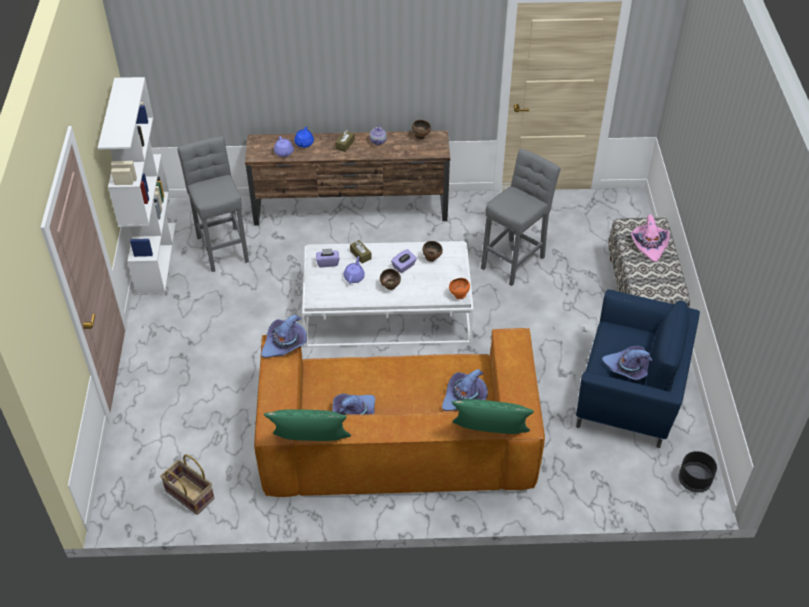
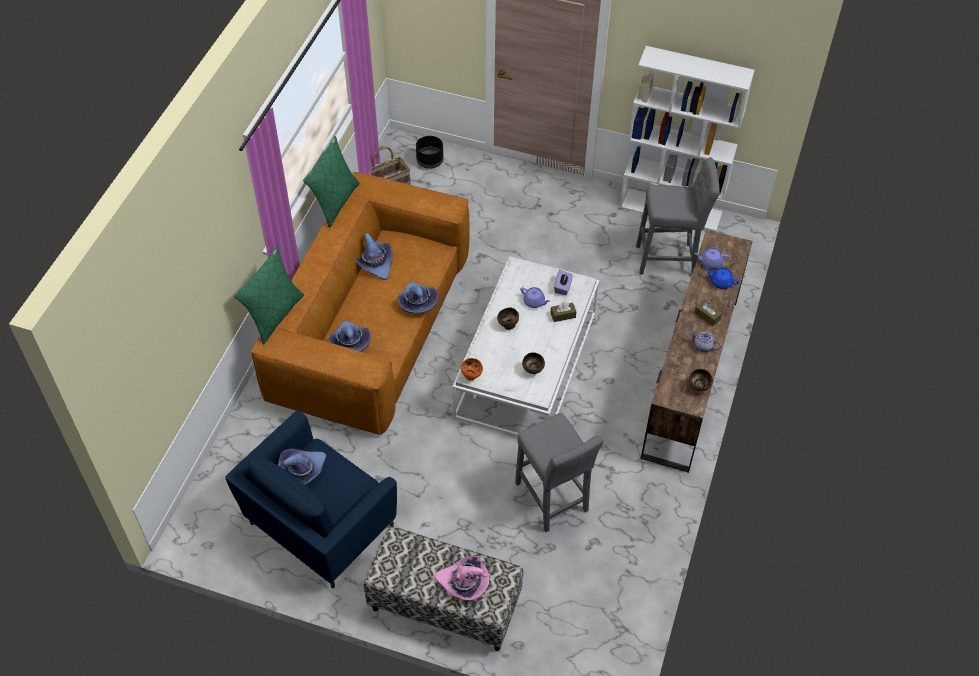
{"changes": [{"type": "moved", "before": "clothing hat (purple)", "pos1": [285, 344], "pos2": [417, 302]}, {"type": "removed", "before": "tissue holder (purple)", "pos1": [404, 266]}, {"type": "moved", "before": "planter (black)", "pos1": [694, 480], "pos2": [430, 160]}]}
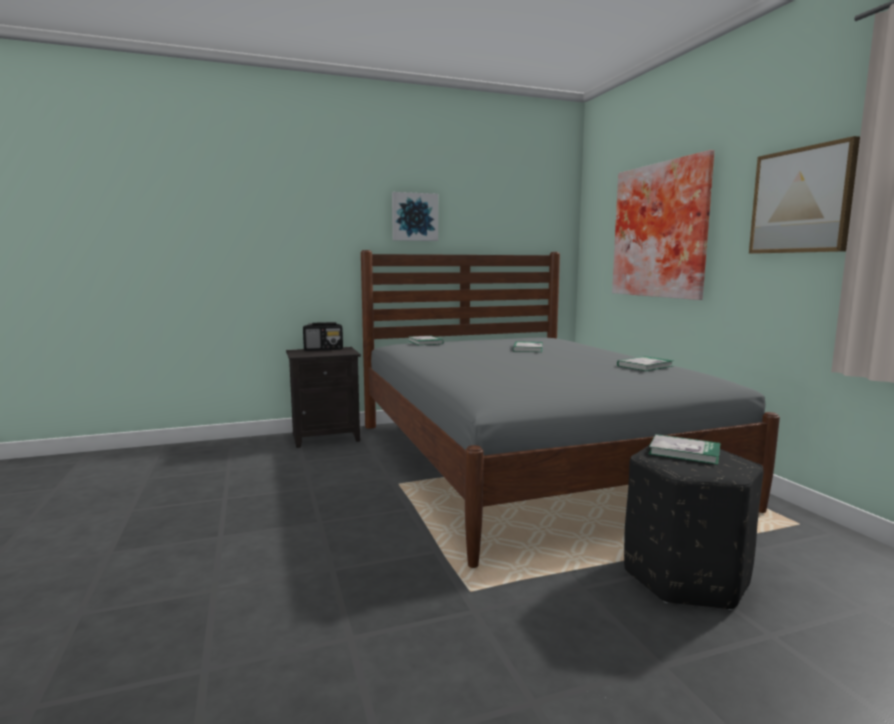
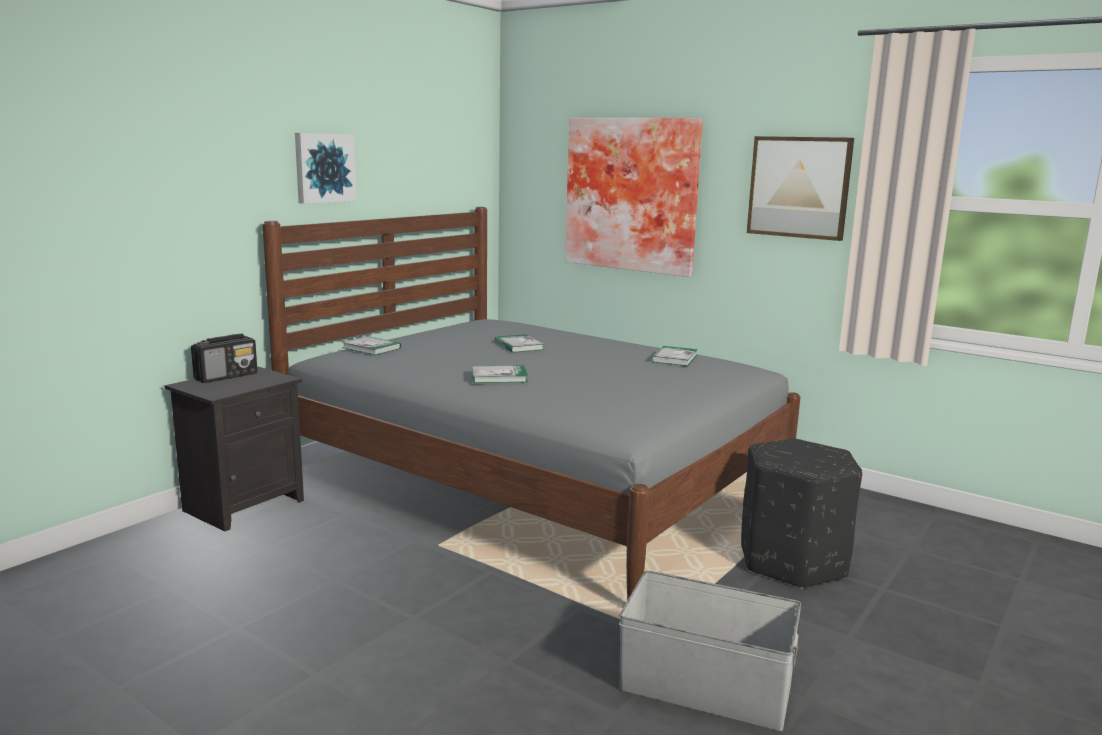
{"changes": [{"type": "moved", "before": "volume", "pos1": [684, 452], "pos2": [499, 377]}, {"type": "added", "after": "storage bin (greyish)", "pos2": [706, 688]}]}
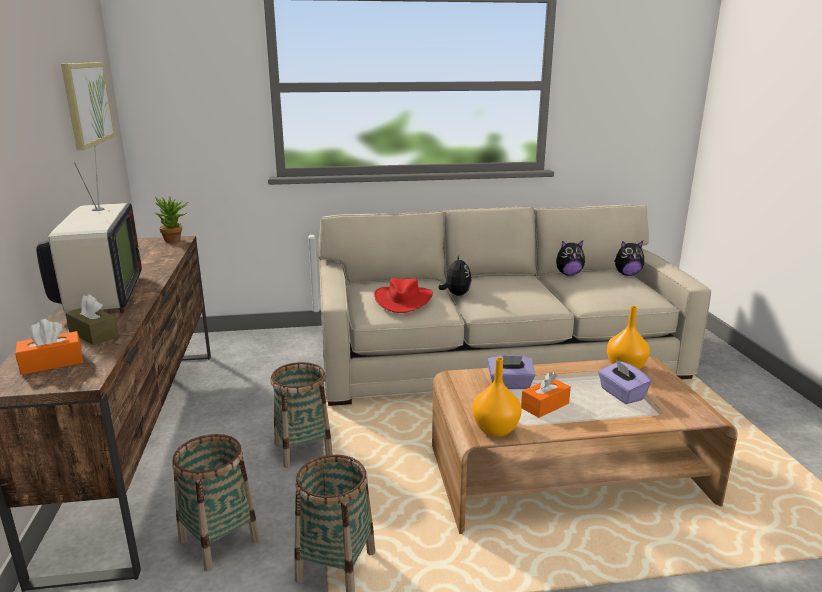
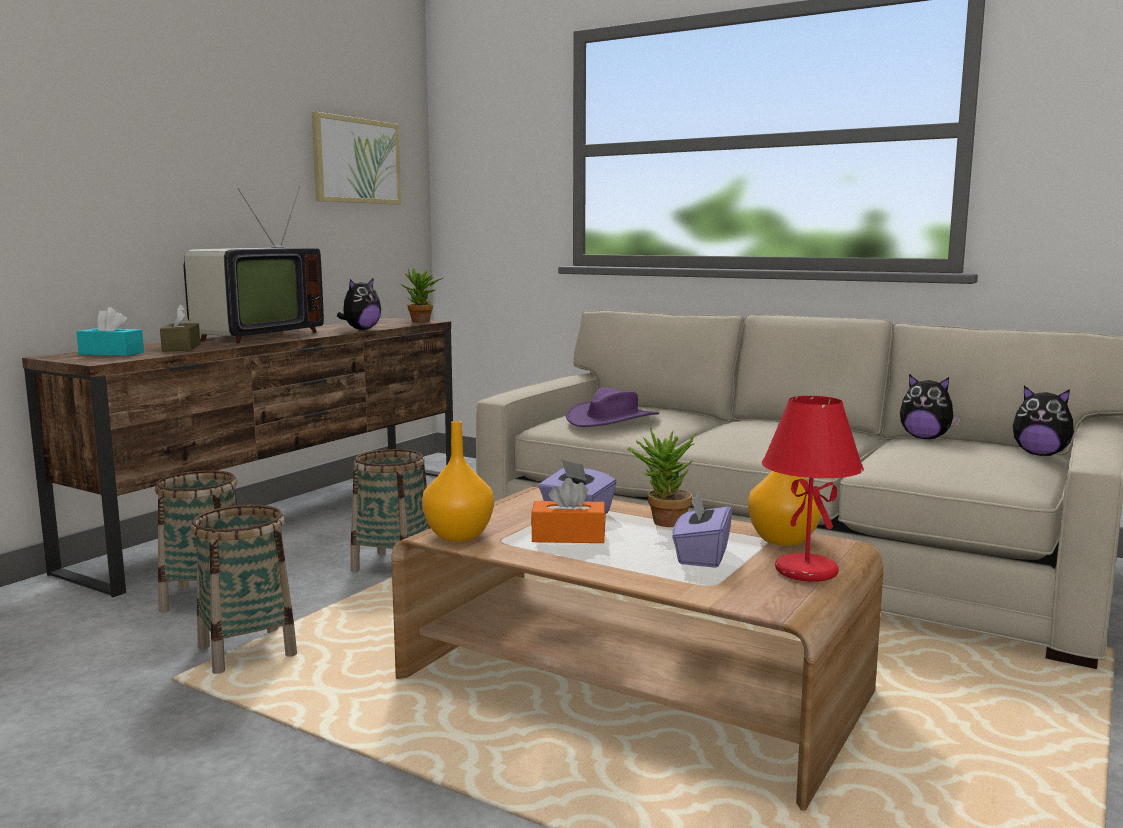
{"changes": [{"type": "recoloured", "before": "tissue holder (orange)", "after": "tissue holder (turquoise)", "pos1": [52, 363], "pos2": [111, 353]}, {"type": "recoloured", "before": "clothing hat (red)", "after": "clothing hat (purple)", "pos1": [403, 300], "pos2": [612, 419]}, {"type": "moved", "before": "cuddly toy", "pos1": [456, 294], "pos2": [361, 329]}, {"type": "added", "after": "houseplant", "pos2": [662, 523]}, {"type": "added", "after": "tabletop lamp (red)", "pos2": [805, 572]}]}
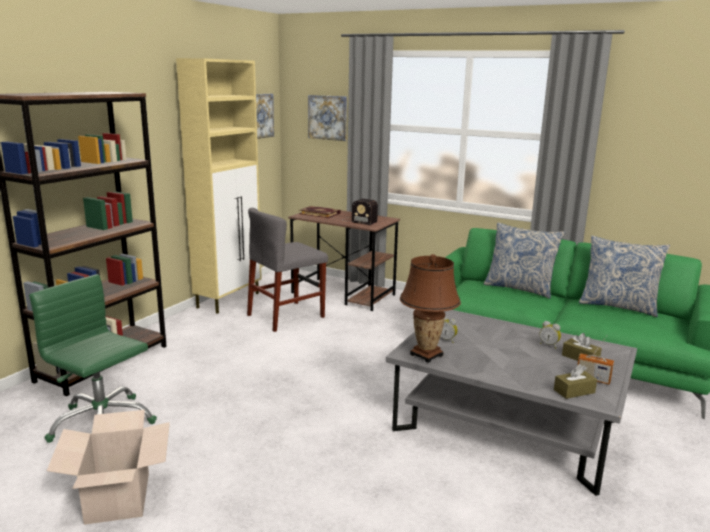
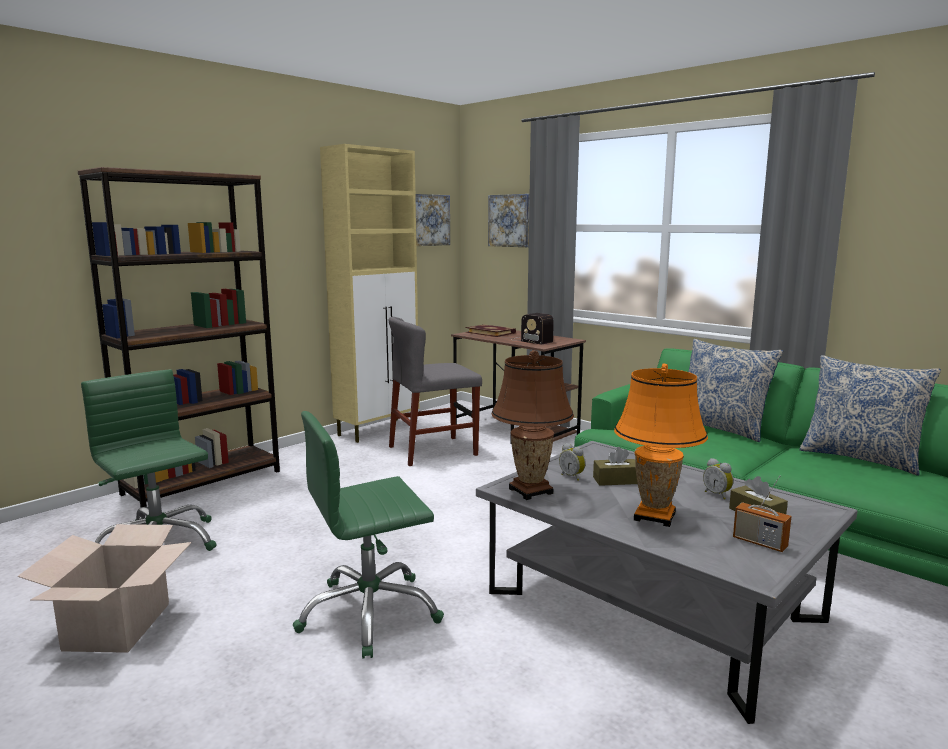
{"changes": [{"type": "moved", "before": "tissue holder (brown)", "pos1": [574, 391], "pos2": [616, 480]}, {"type": "added", "after": "computer chair (green-coloured)", "pos2": [369, 613]}, {"type": "added", "after": "tabletop lamp (orange)", "pos2": [654, 516]}]}
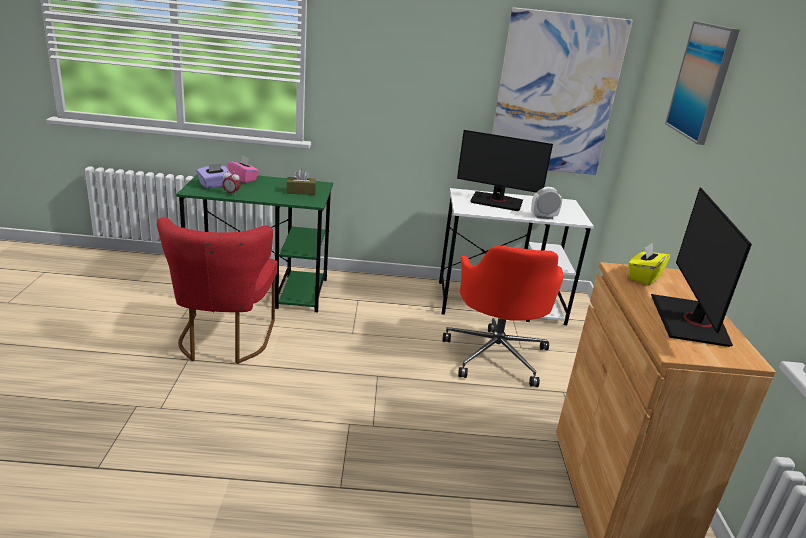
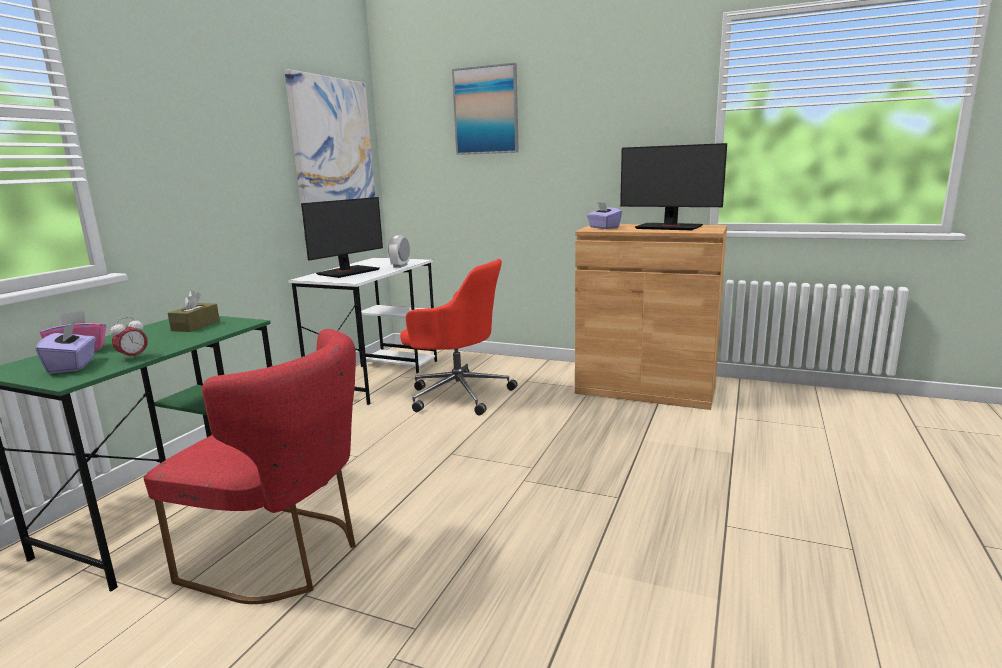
{"changes": [{"type": "recoloured", "before": "tissue holder (yellow-coloured)", "after": "tissue holder (purple)", "pos1": [644, 277], "pos2": [603, 227]}]}
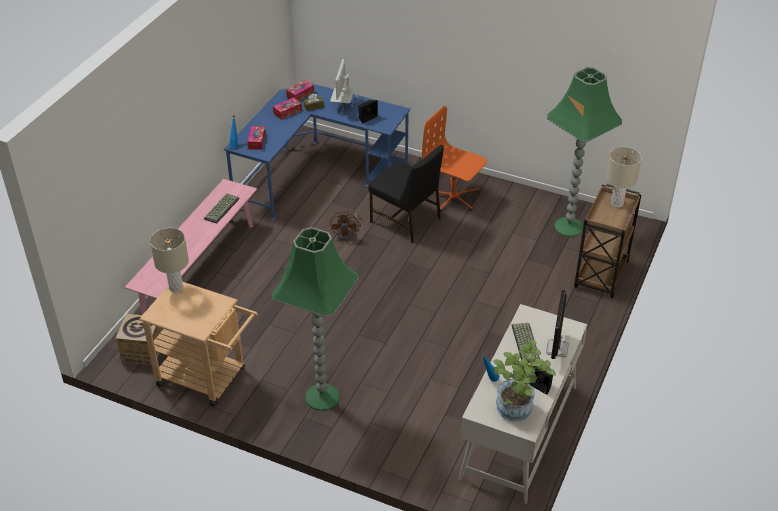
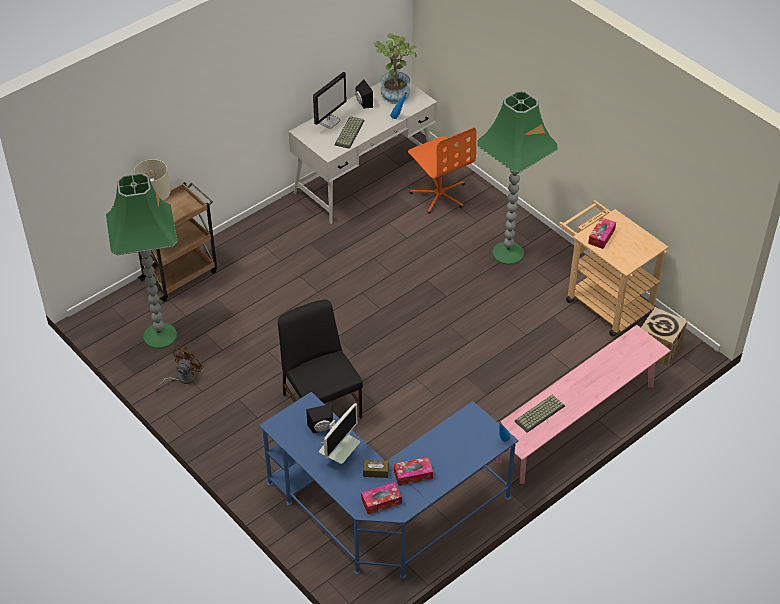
{"changes": [{"type": "removed", "before": "tabletop lamp (beige)", "pos1": [176, 288]}, {"type": "moved", "before": "tissue holder", "pos1": [257, 141], "pos2": [601, 236]}, {"type": "moved", "before": "electric fan (brown)", "pos1": [348, 234], "pos2": [182, 378]}, {"type": "moved", "before": "computer chair (orange)", "pos1": [453, 198], "pos2": [439, 194]}]}
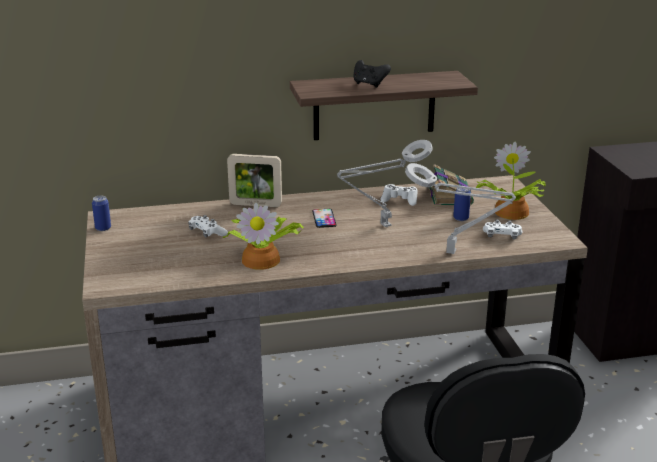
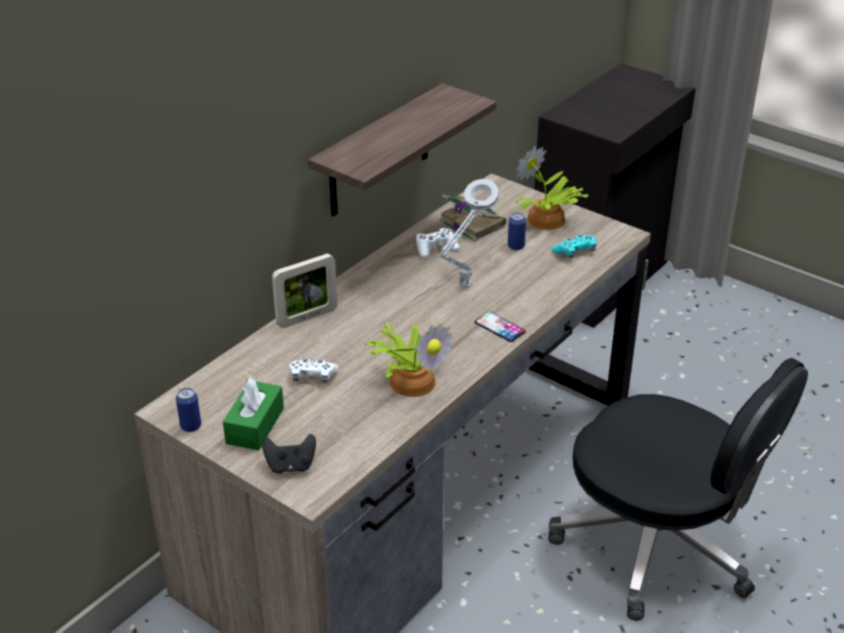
{"changes": [{"type": "moved", "before": "telephone", "pos1": [324, 218], "pos2": [499, 327]}, {"type": "moved", "before": "game controller (black)", "pos1": [369, 84], "pos2": [290, 466]}, {"type": "removed", "before": "tabletop lamp (greyish)", "pos1": [454, 253]}, {"type": "recoloured", "before": "game controller (white-coloured)", "after": "game controller (turquoise)", "pos1": [502, 236], "pos2": [575, 252]}, {"type": "added", "after": "tissue holder (green-coloured)", "pos2": [255, 426]}]}
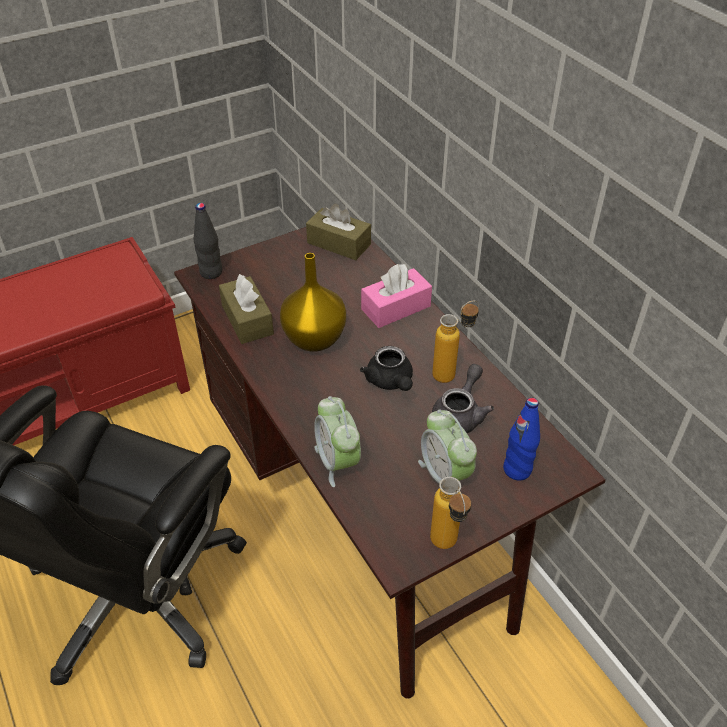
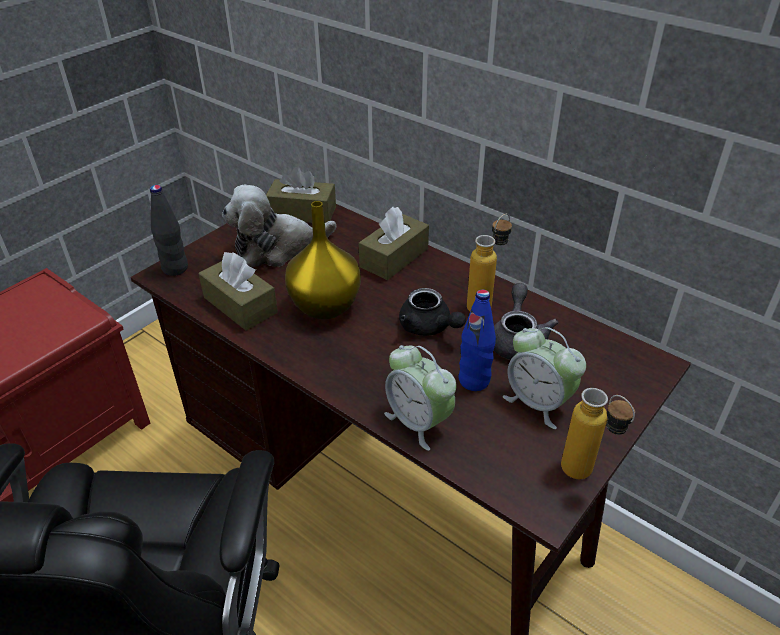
{"changes": [{"type": "recoloured", "before": "tissue holder (pink)", "after": "tissue holder (brown)", "pos1": [396, 308], "pos2": [394, 258]}, {"type": "moved", "before": "bottle (blue-coloured)", "pos1": [517, 470], "pos2": [474, 381]}, {"type": "added", "after": "cuddly toy", "pos2": [277, 248]}]}
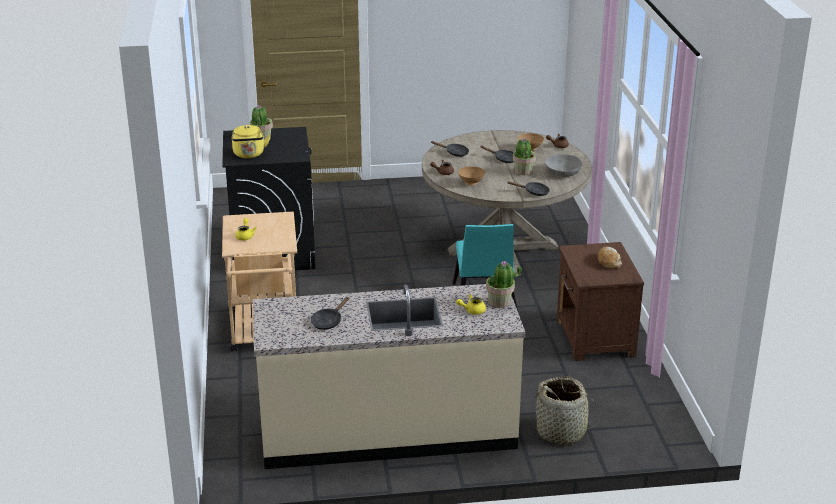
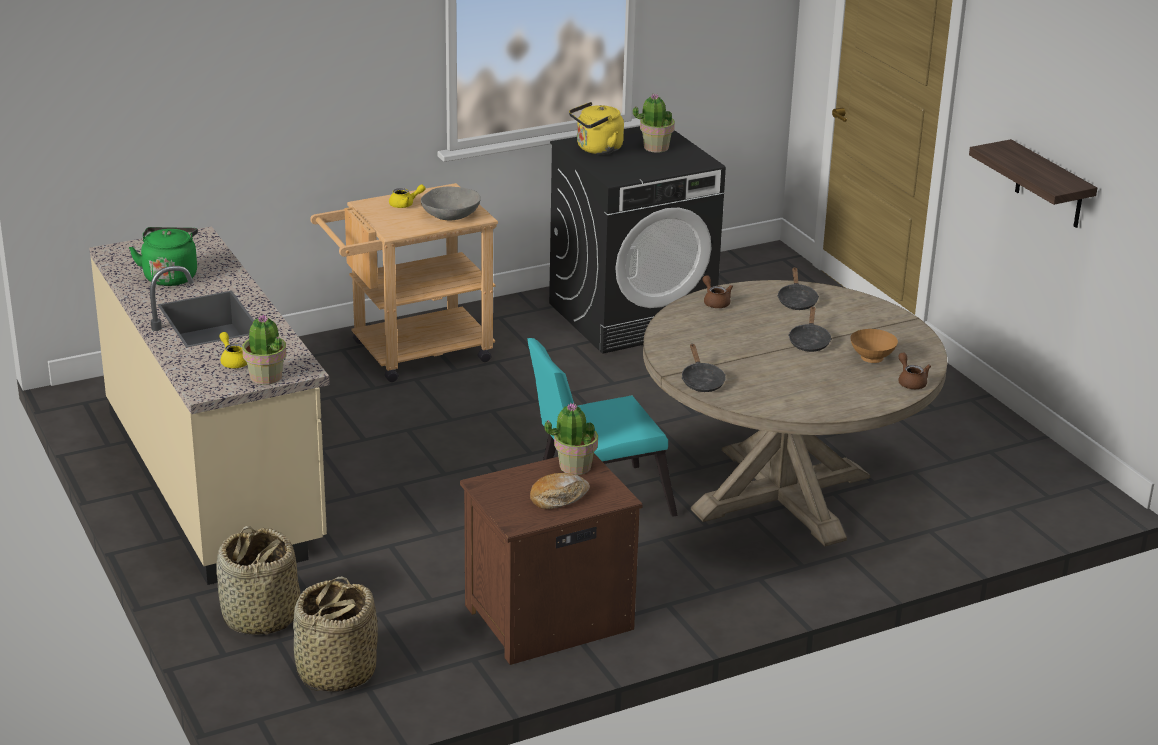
{"changes": [{"type": "replaced", "before": "frying pan (black)", "after": "tea kettle (green-coloured)", "pos1": [328, 321], "pos2": [170, 276]}, {"type": "removed", "before": "bowl (brown)", "pos1": [471, 183]}, {"type": "moved", "before": "houseplant", "pos1": [523, 172], "pos2": [574, 466]}, {"type": "moved", "before": "bowl (greyish)", "pos1": [563, 173], "pos2": [451, 215]}, {"type": "added", "after": "household basket", "pos2": [335, 672]}, {"type": "added", "after": "bracket shelf", "pos2": [1049, 186]}]}
